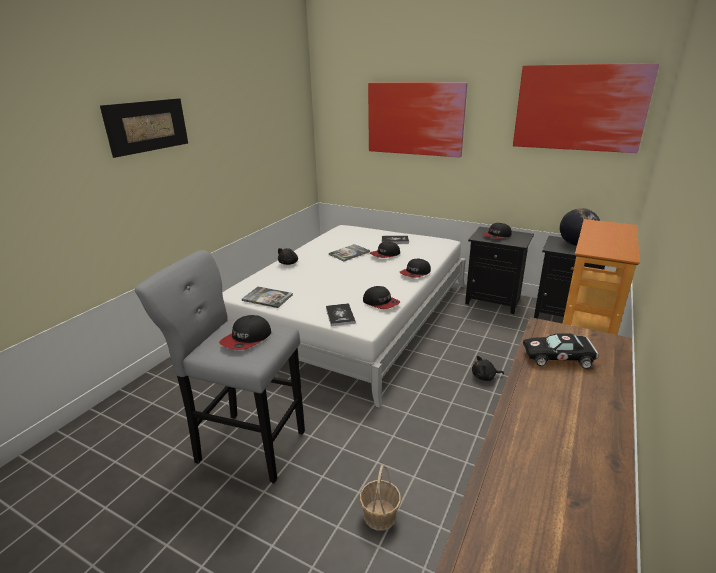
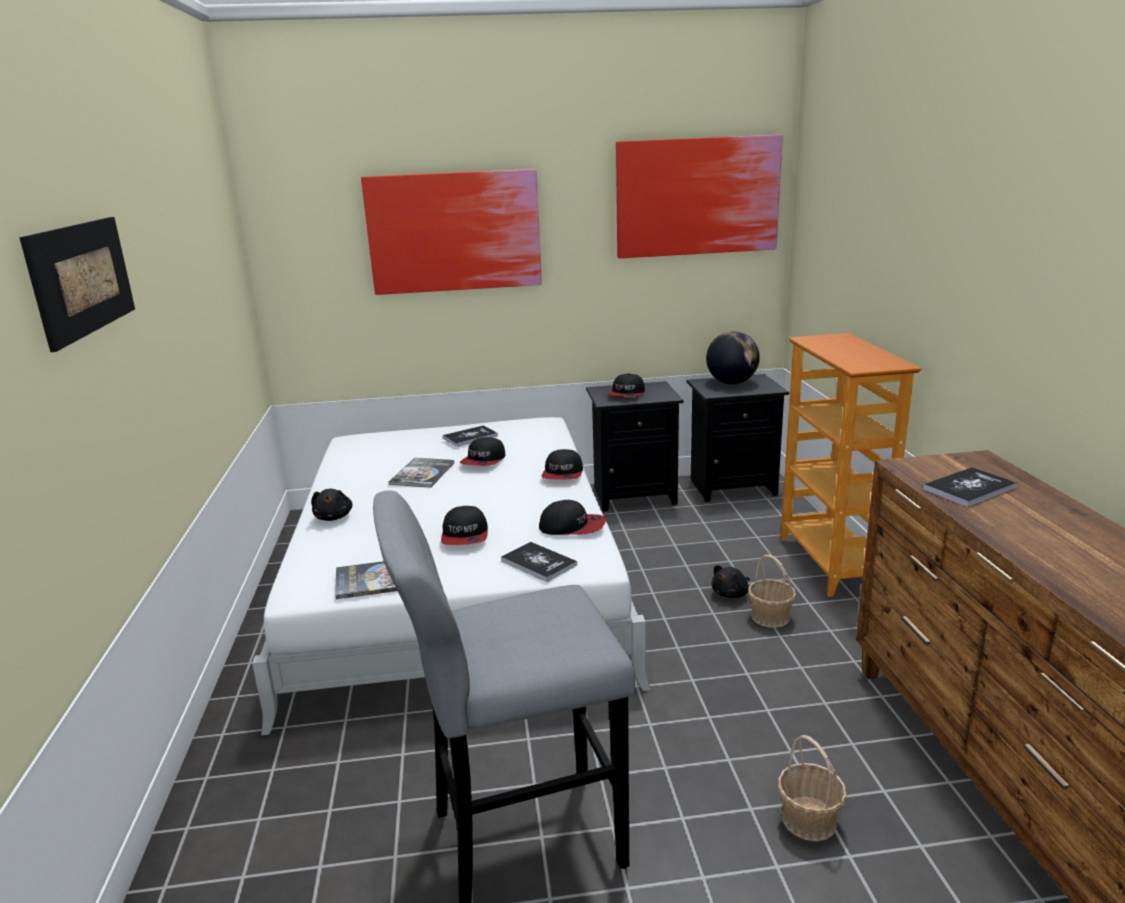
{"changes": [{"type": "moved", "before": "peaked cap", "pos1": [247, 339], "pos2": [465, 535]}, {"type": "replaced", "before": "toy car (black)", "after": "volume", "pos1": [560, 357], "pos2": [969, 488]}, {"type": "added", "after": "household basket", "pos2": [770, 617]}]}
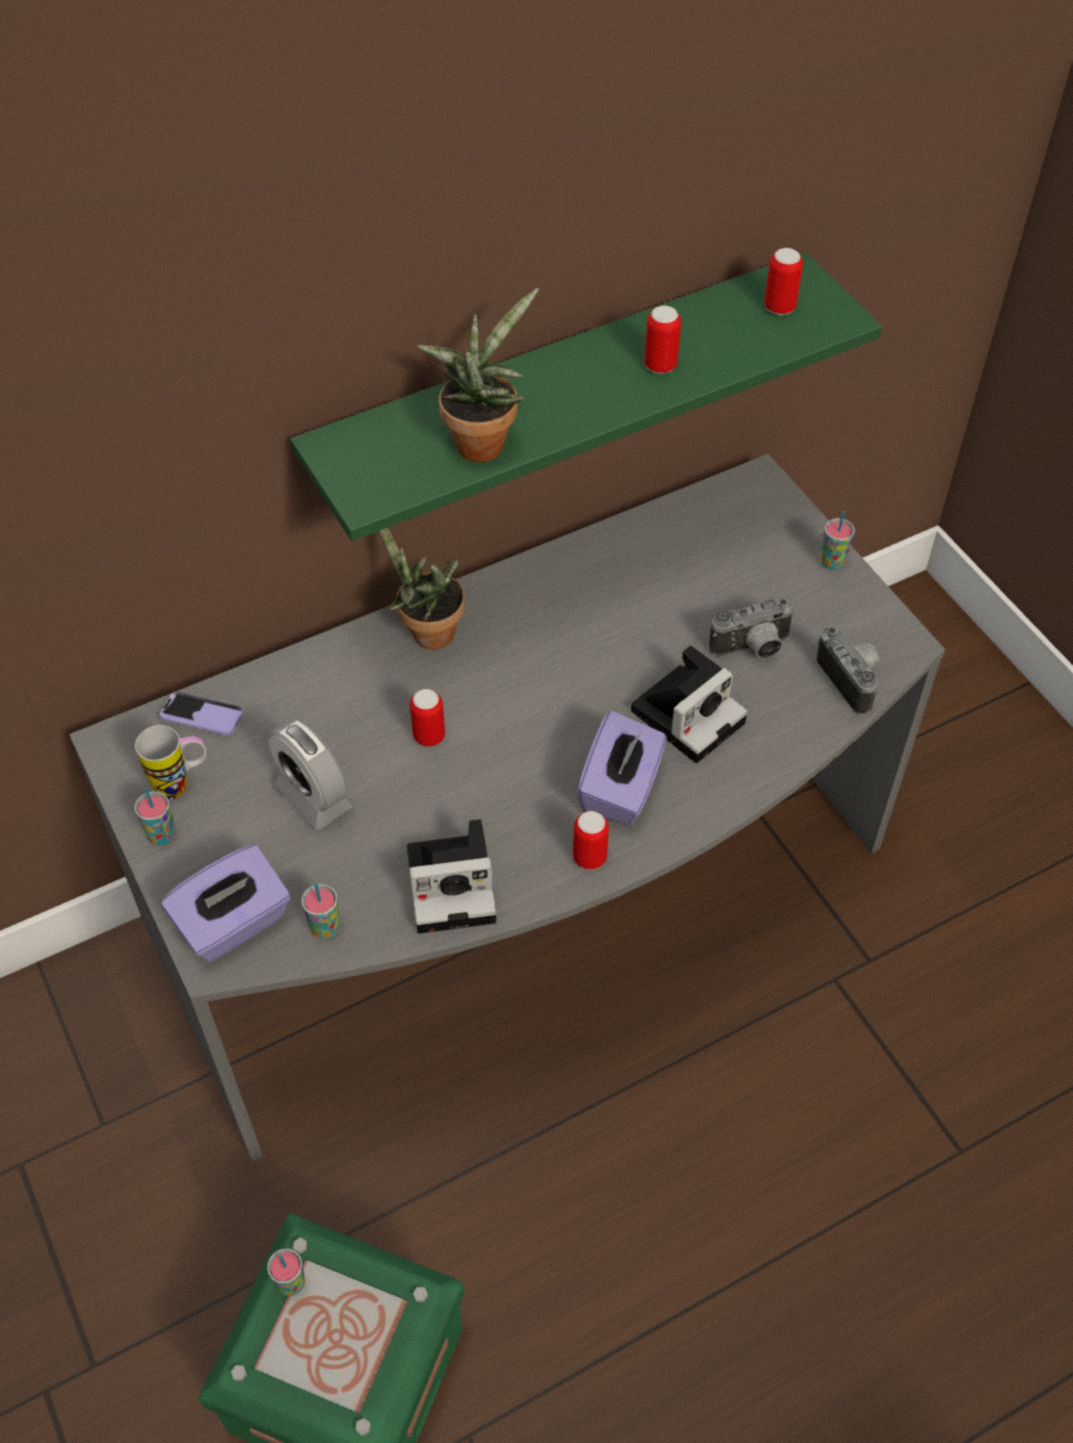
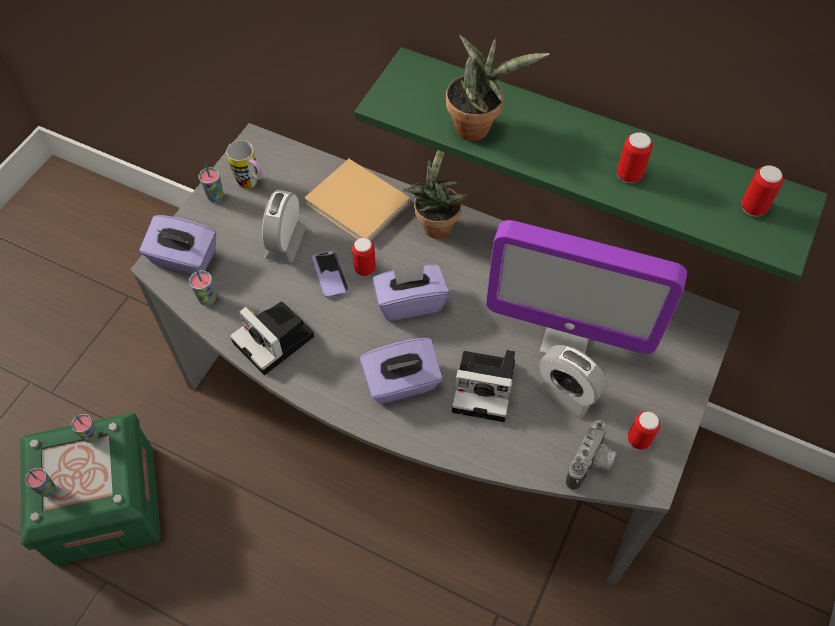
{"changes": [{"type": "moved", "before": "telephone", "pos1": [202, 715], "pos2": [330, 275]}, {"type": "moved", "before": "metal can", "pos1": [589, 858], "pos2": [638, 440]}, {"type": "replaced", "before": "still camera", "after": "table clock", "pos1": [752, 649], "pos2": [566, 393]}, {"type": "moved", "before": "drinking cup", "pos1": [832, 562], "pos2": [47, 490]}, {"type": "added", "after": "volume (beige)", "pos2": [359, 205]}, {"type": "added", "after": "tissue holder (purple)", "pos2": [410, 302]}, {"type": "added", "after": "computer screen", "pos2": [565, 339]}]}
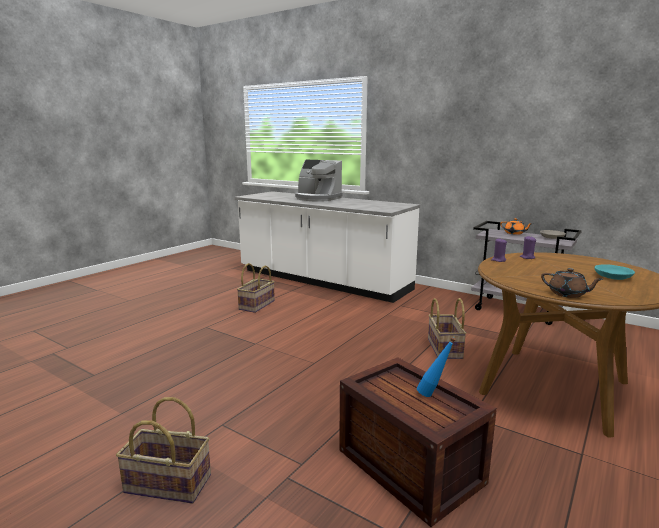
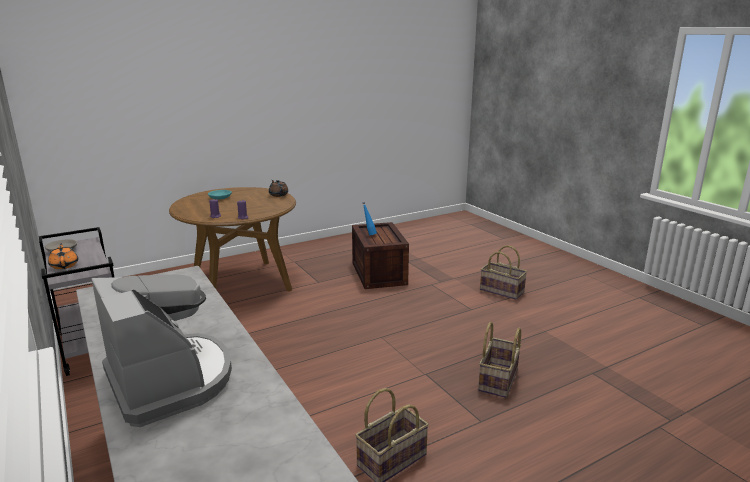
{"changes": [{"type": "moved", "before": "household basket", "pos1": [443, 348], "pos2": [499, 380]}]}
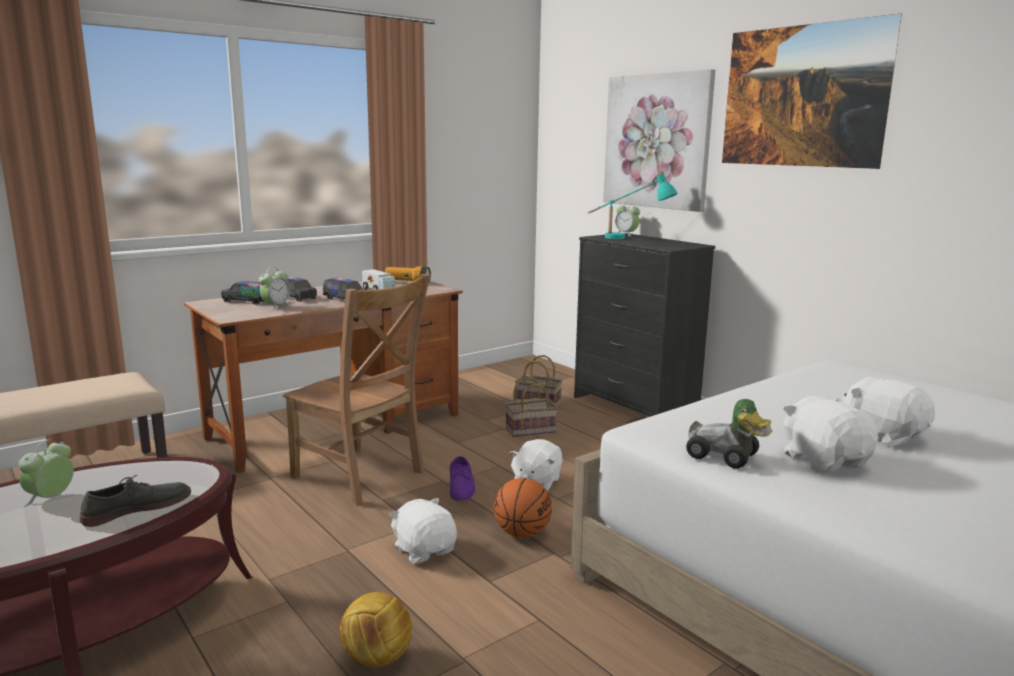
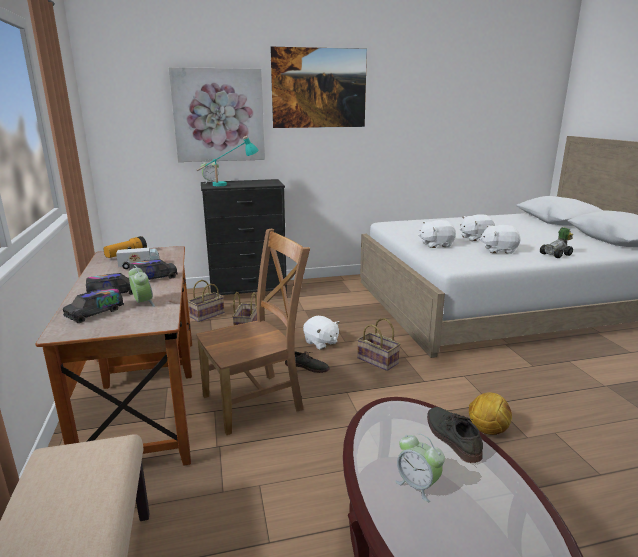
{"changes": [{"type": "moved", "before": "cuddly toy (white-coloured)", "pos1": [424, 550], "pos2": [436, 245]}, {"type": "recoloured", "before": "shoe (purple)", "after": "shoe (greyish)", "pos1": [461, 486], "pos2": [307, 366]}, {"type": "replaced", "before": "ball for basketball", "after": "household basket", "pos1": [522, 533], "pos2": [379, 361]}, {"type": "moved", "before": "toy car", "pos1": [725, 458], "pos2": [557, 254]}]}
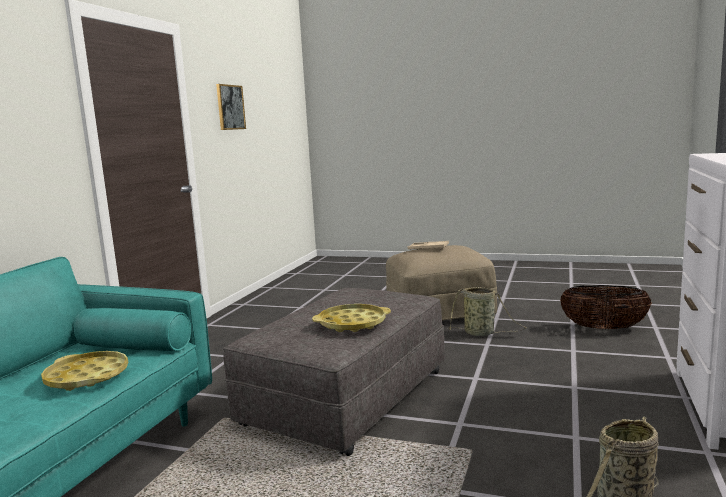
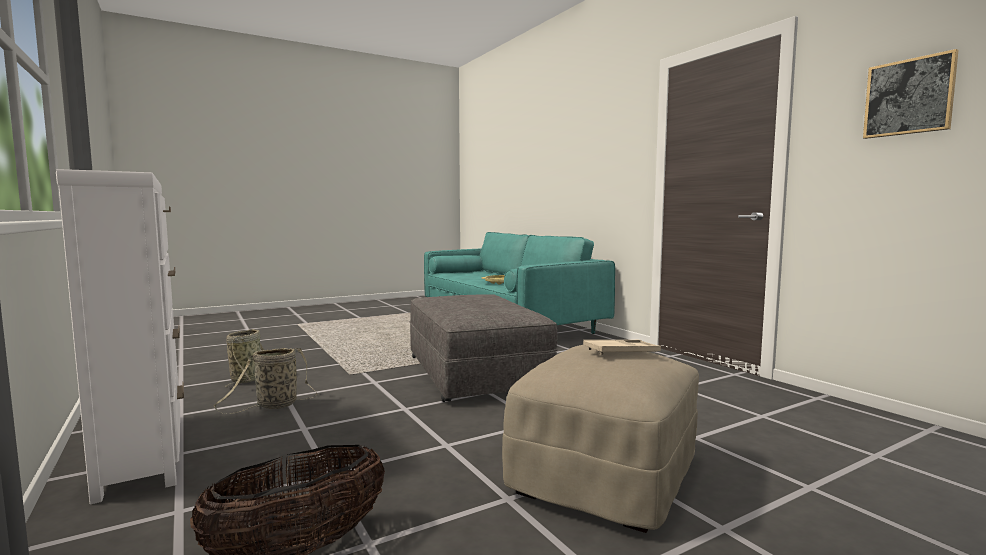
{"changes": [{"type": "removed", "before": "tray (yellow-coloured)", "pos1": [352, 323]}, {"type": "moved", "before": "household basket", "pos1": [481, 333], "pos2": [274, 406]}]}
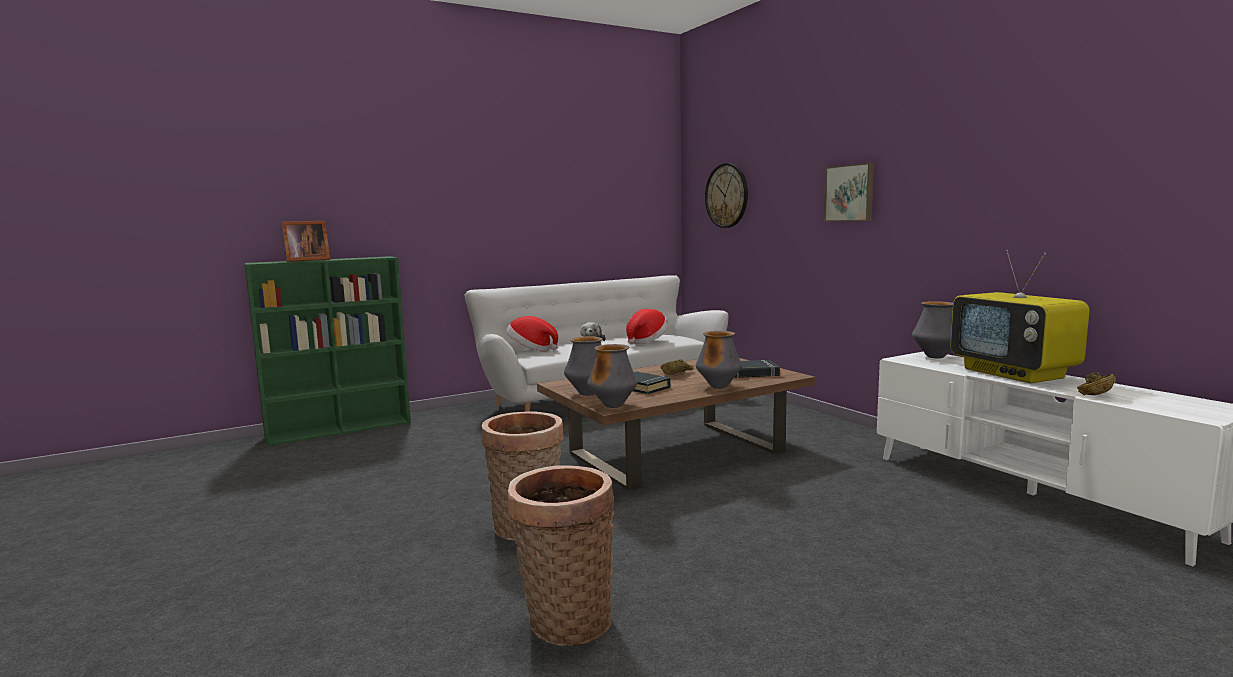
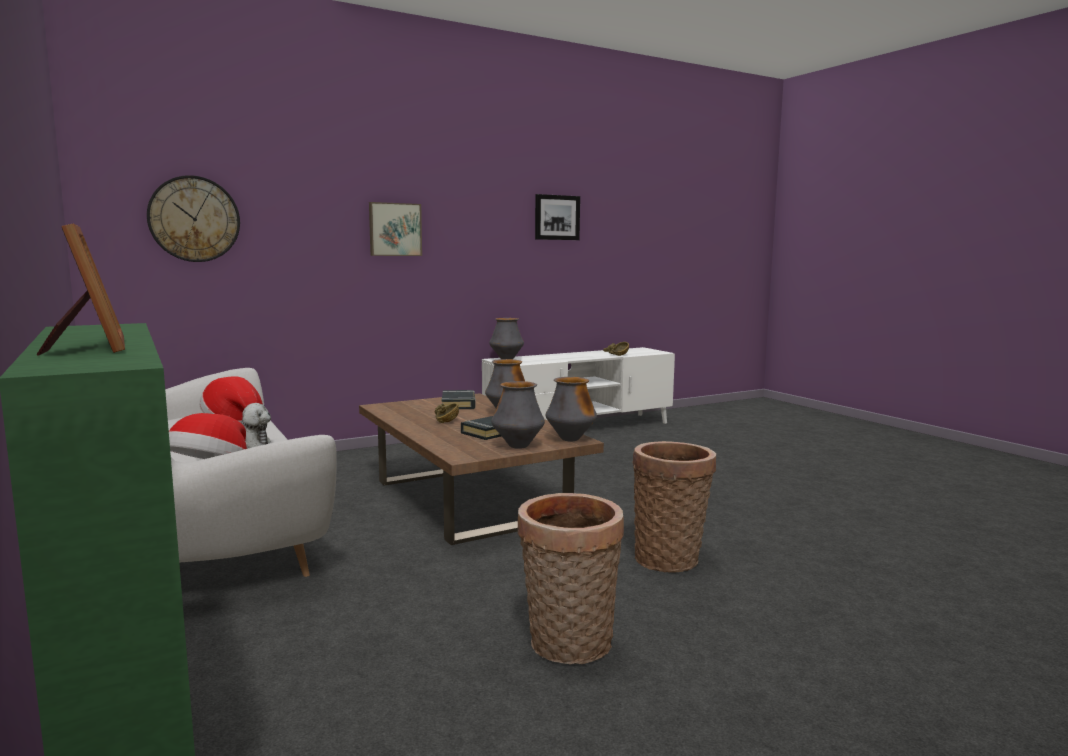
{"changes": [{"type": "moved", "before": "household basket", "pos1": [565, 620], "pos2": [568, 647]}, {"type": "removed", "before": "television", "pos1": [1014, 373]}, {"type": "added", "after": "wall art", "pos2": [556, 217]}]}
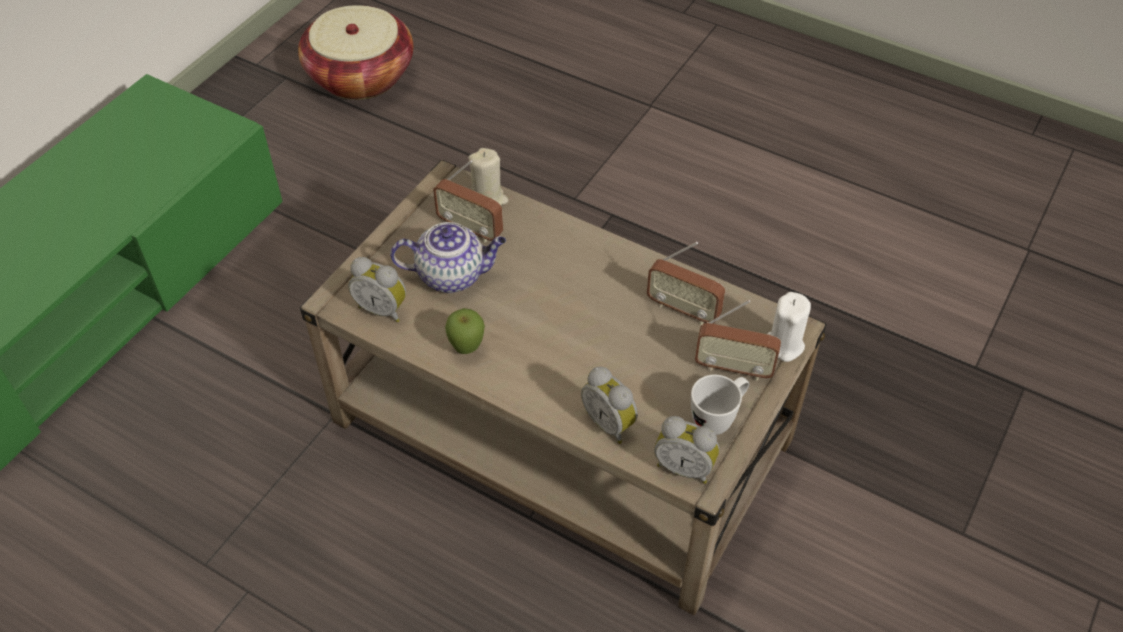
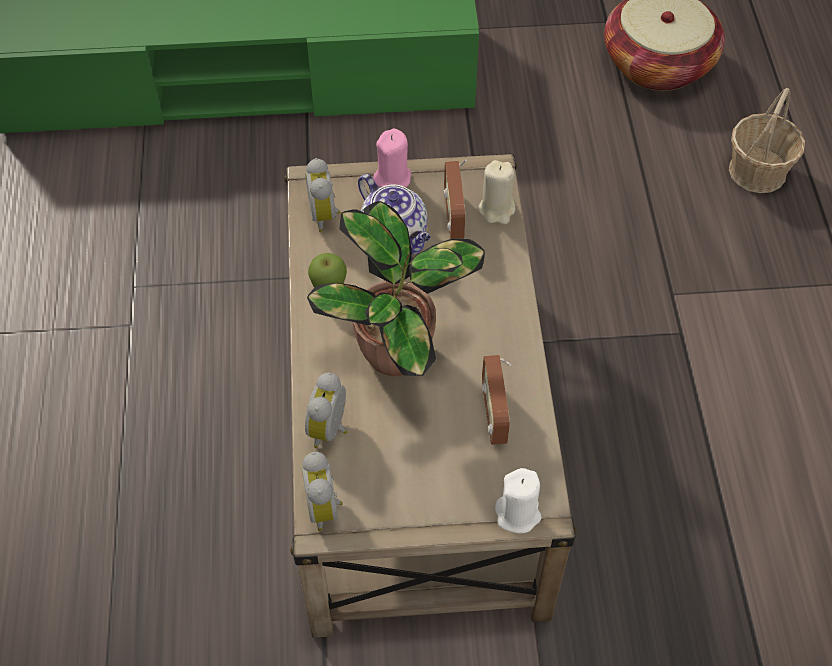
{"changes": [{"type": "removed", "before": "coffee mug (white-coloured)", "pos1": [718, 418]}, {"type": "removed", "before": "radio set", "pos1": [733, 368]}, {"type": "added", "after": "houseplant", "pos2": [399, 353]}, {"type": "added", "after": "wax candle (pink)", "pos2": [393, 178]}, {"type": "added", "after": "household basket", "pos2": [758, 171]}]}
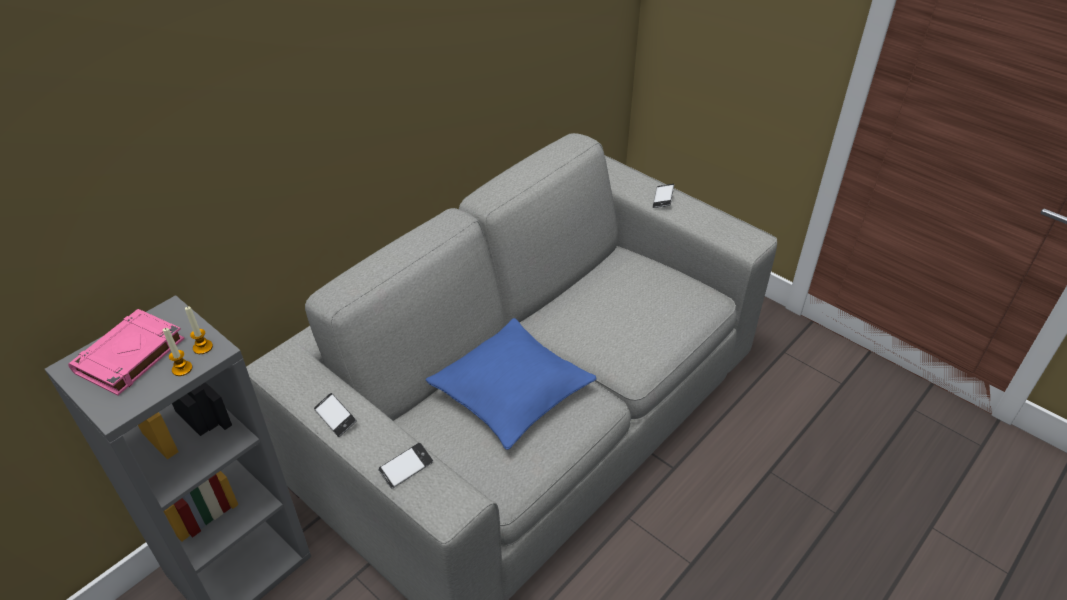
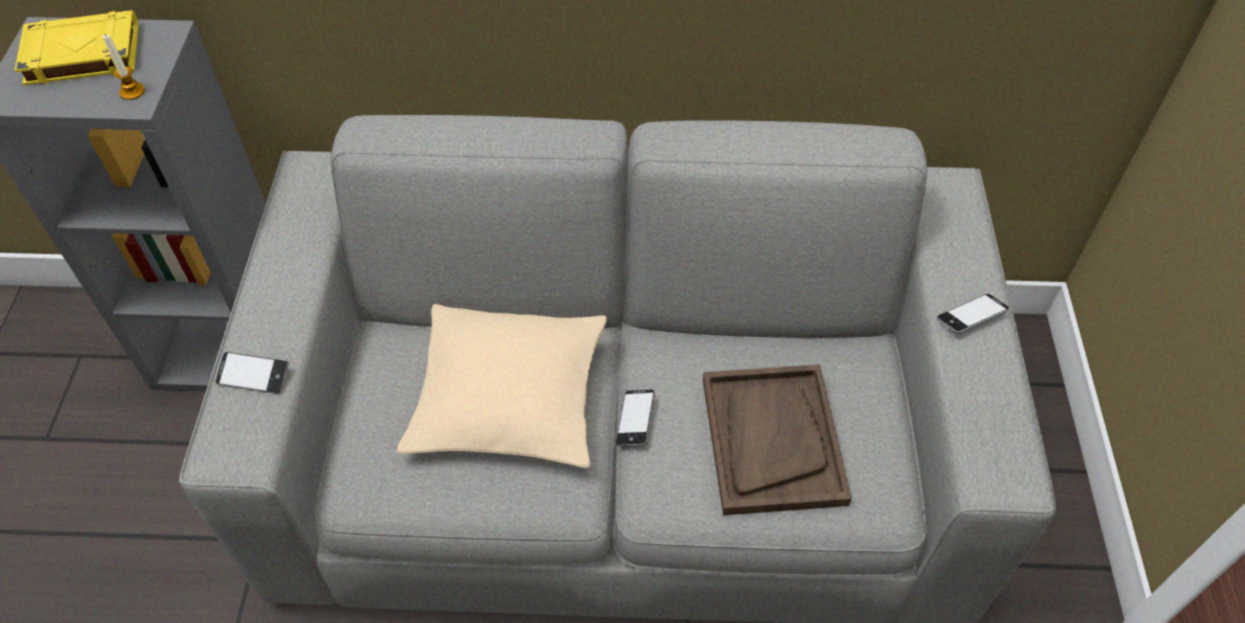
{"changes": [{"type": "recoloured", "before": "volume (pink)", "after": "volume (yellow-coloured)", "pos1": [129, 357], "pos2": [81, 55]}, {"type": "removed", "before": "wax candle", "pos1": [182, 369]}, {"type": "moved", "before": "telephone", "pos1": [335, 417], "pos2": [635, 420]}, {"type": "recoloured", "before": "pillow (blue-coloured)", "after": "pillow (beige)", "pos1": [511, 392], "pos2": [509, 397]}, {"type": "added", "after": "tray (brown)", "pos2": [772, 440]}]}
